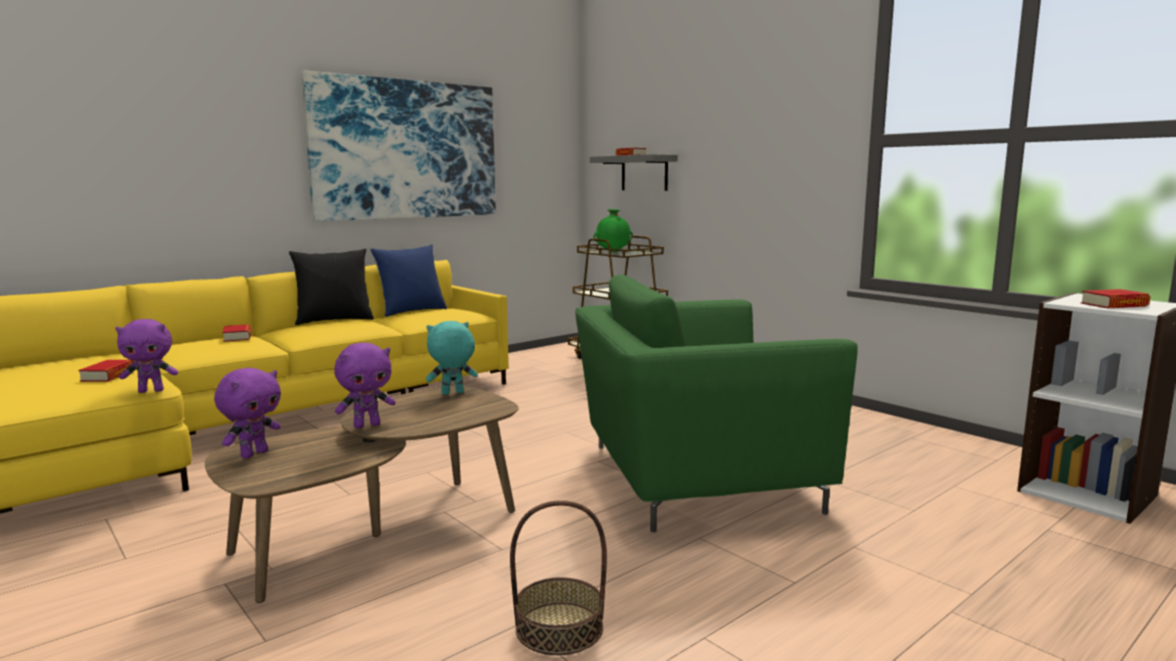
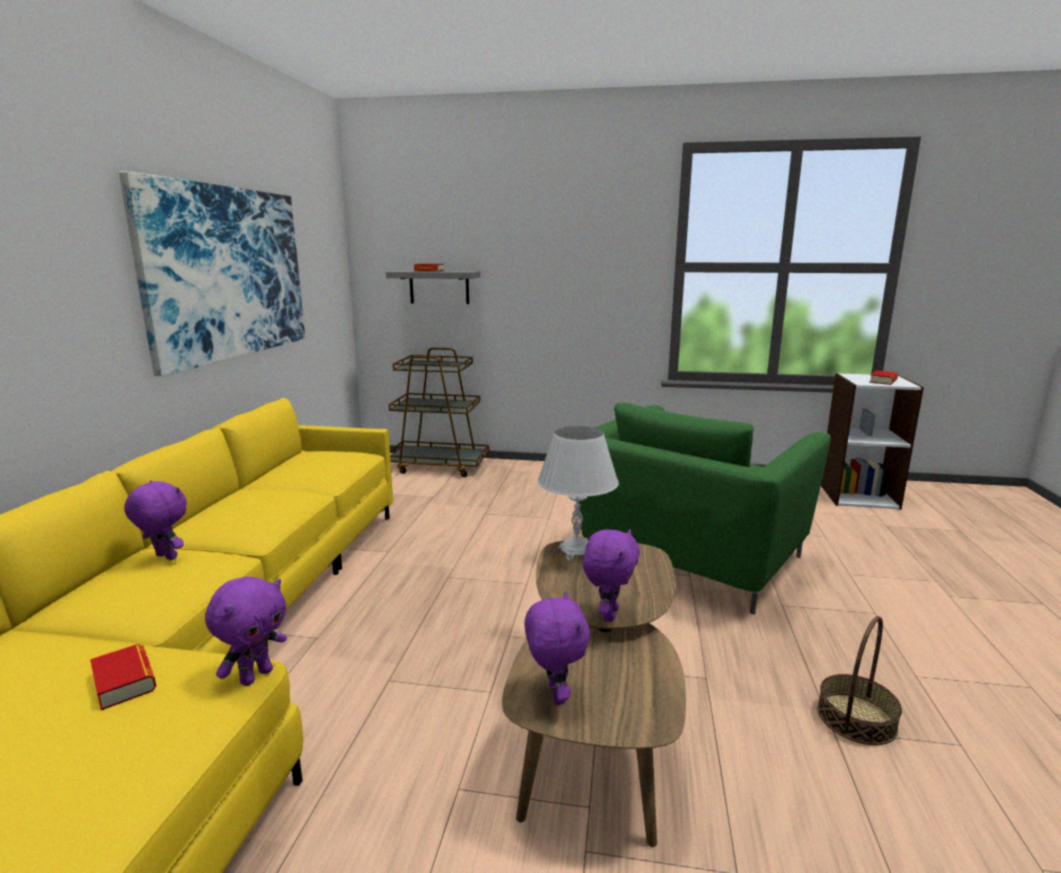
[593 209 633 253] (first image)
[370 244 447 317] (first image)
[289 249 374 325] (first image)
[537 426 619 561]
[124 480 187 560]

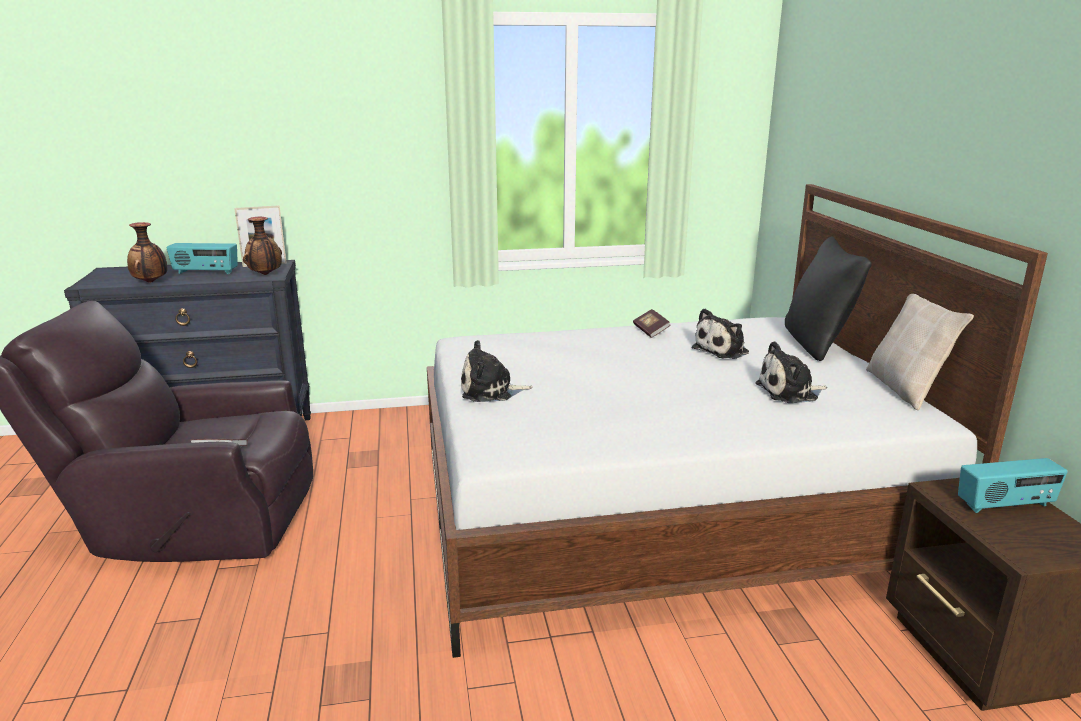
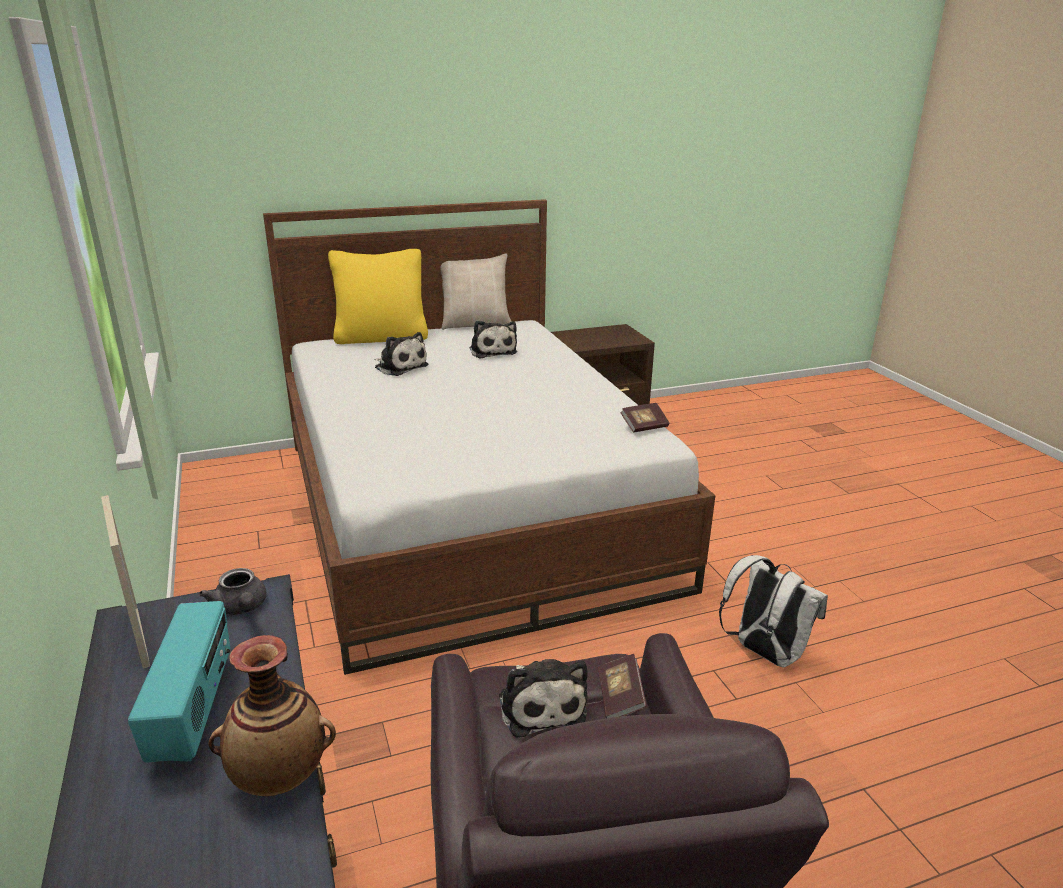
[199 568 267 615]
[328 249 428 344]
[620 403 669 433]
[499 659 588 738]
[958 458 1068 513] (first image)
[719 555 828 668]

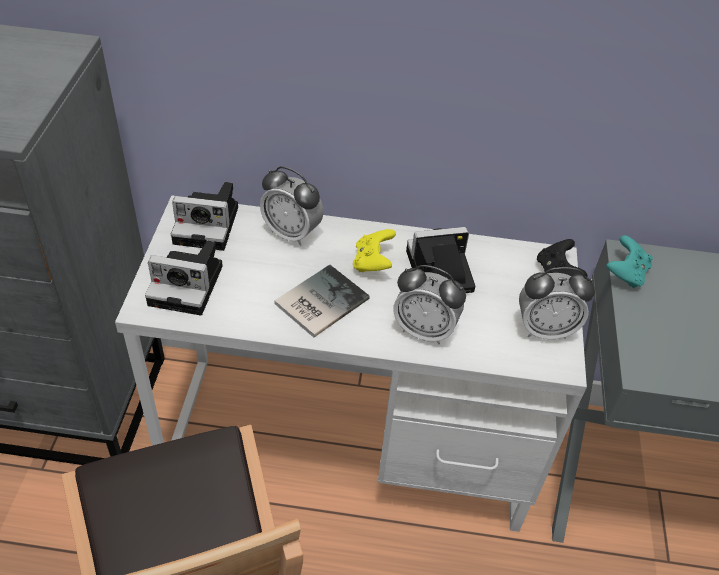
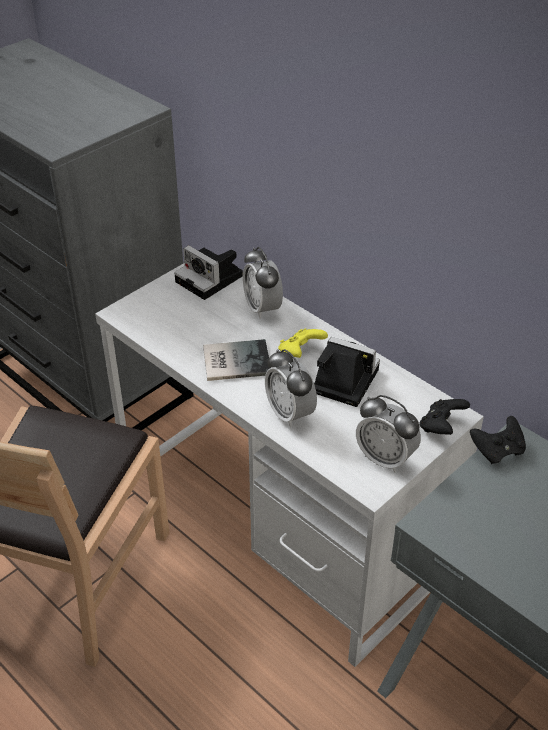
[470 416 526 464]
[145 241 223 315] (first image)

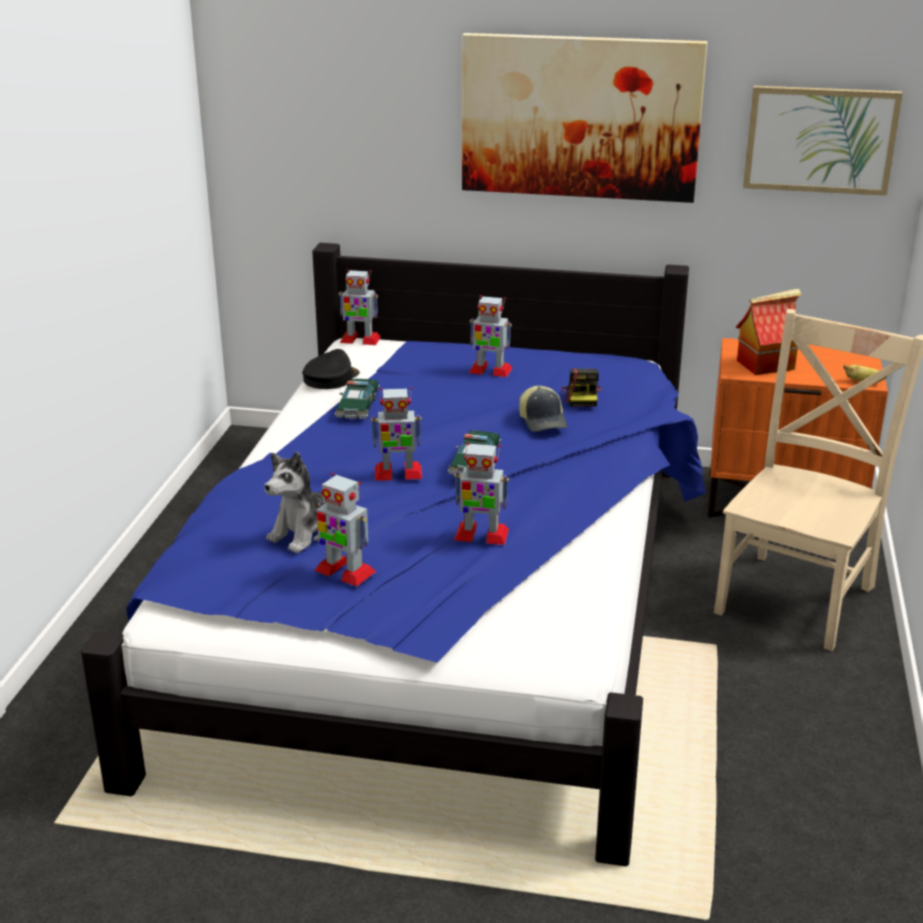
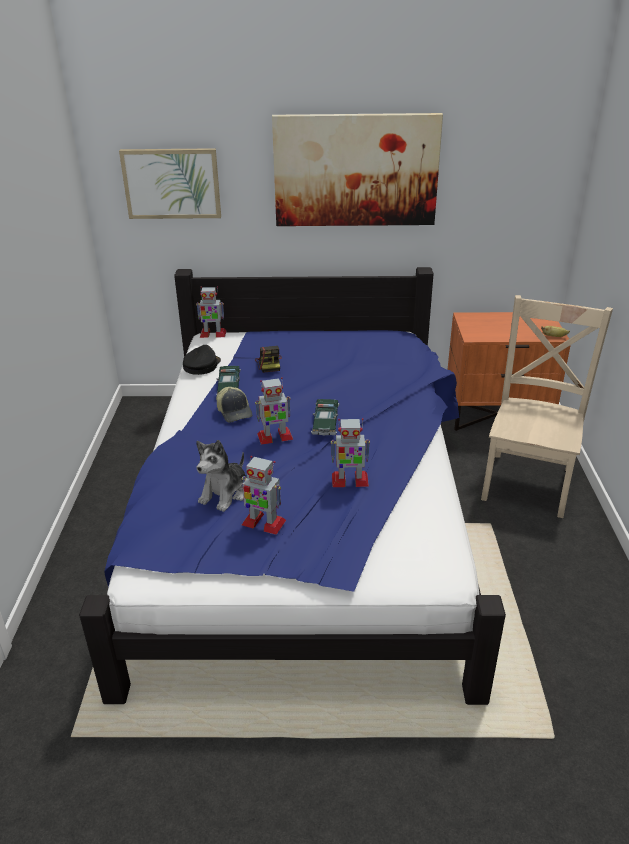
[119 148 221 219]
[736 289 801 375] (first image)
[469 295 512 377] (first image)
[255 346 282 373]
[216 387 252 423]

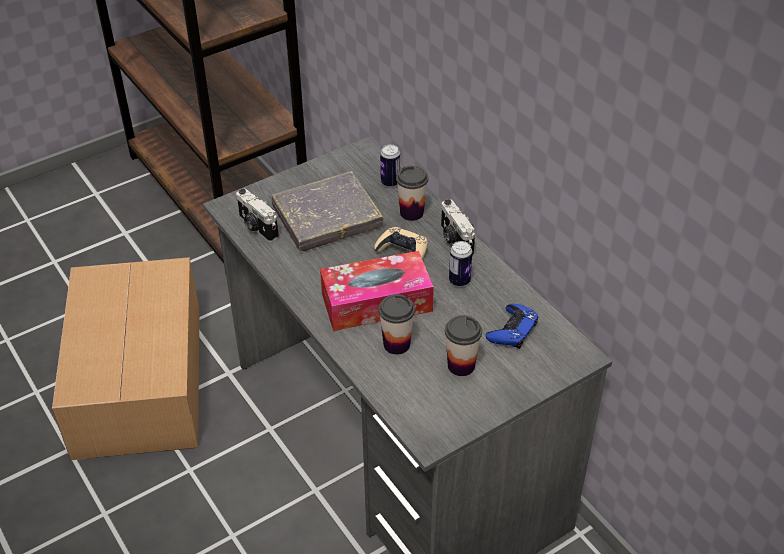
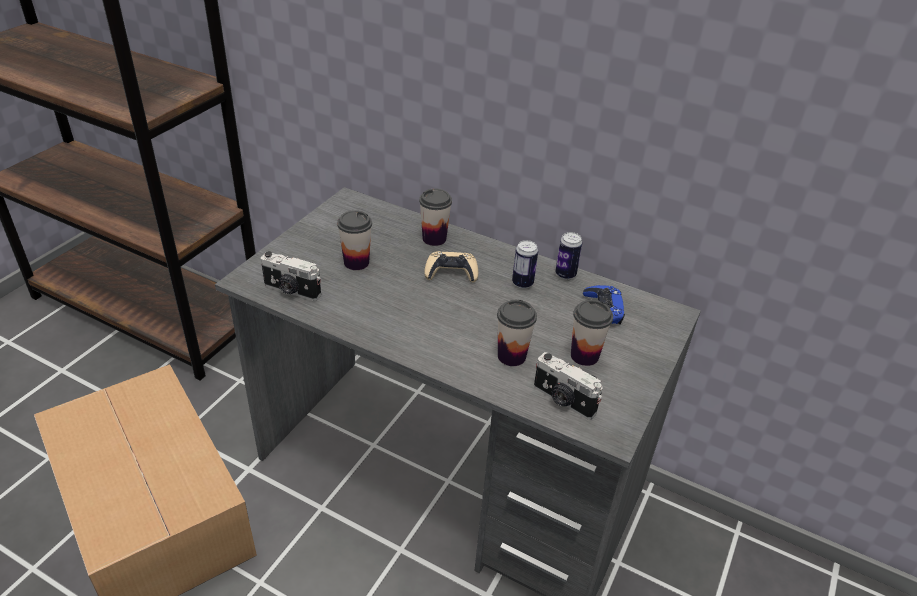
[555 232 582 280]
[337 210 372 270]
[534 352 603 419]
[320 251 434 331] (first image)

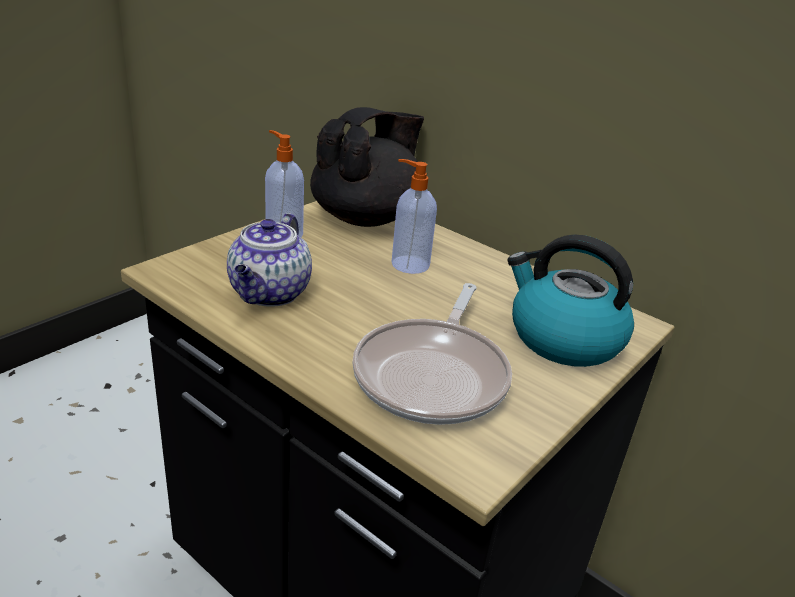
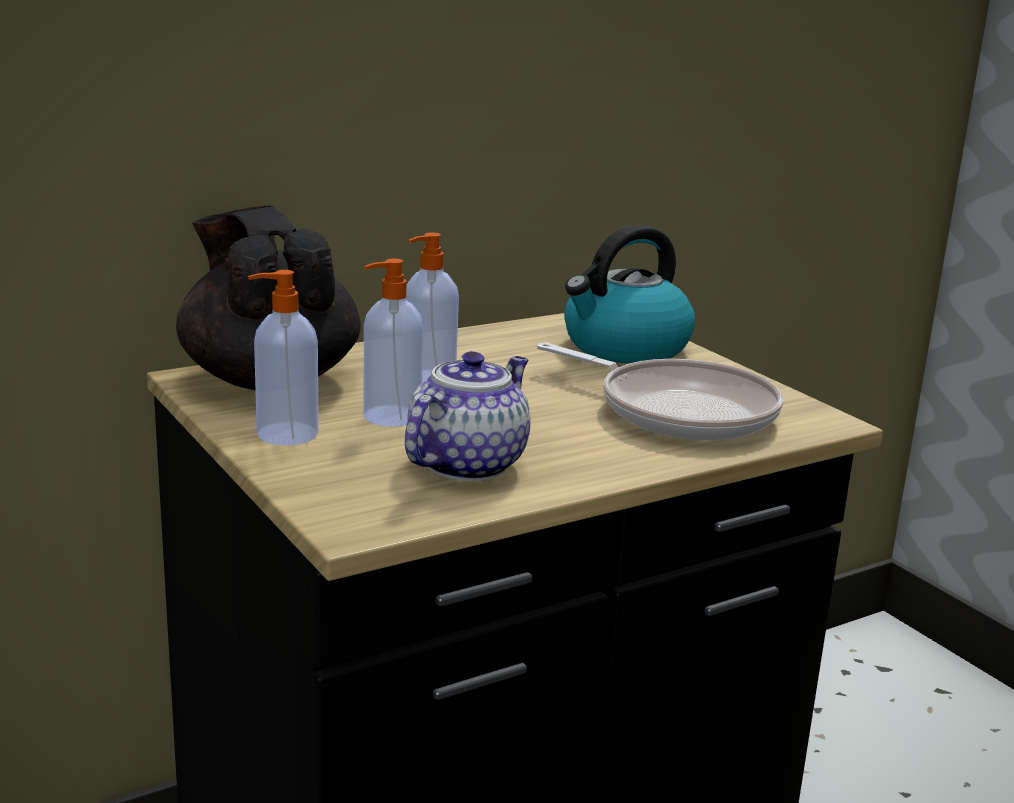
[405 351 531 482]
[363 258 424 427]

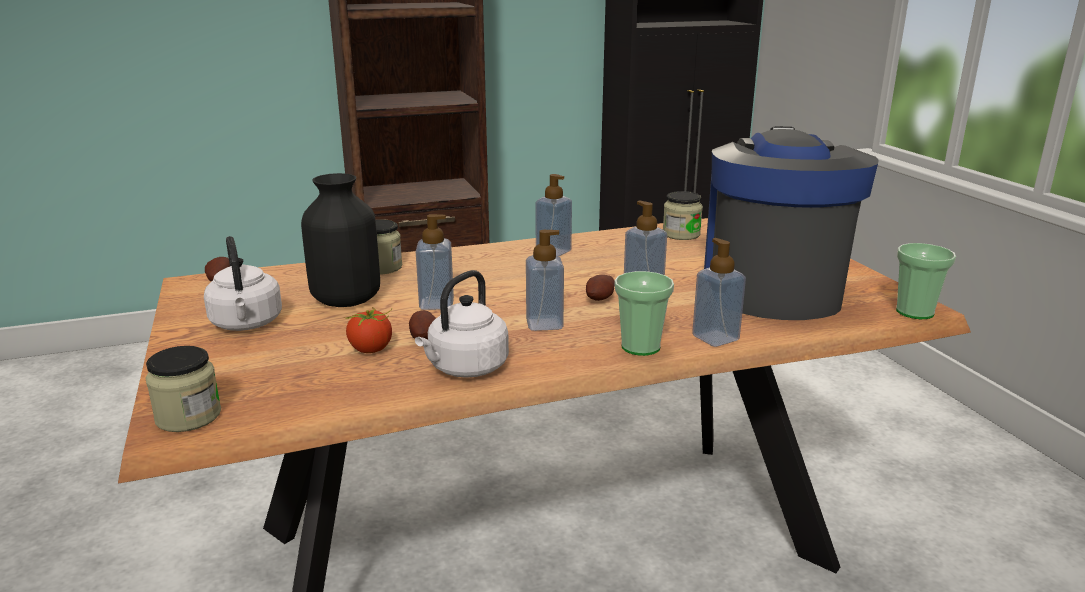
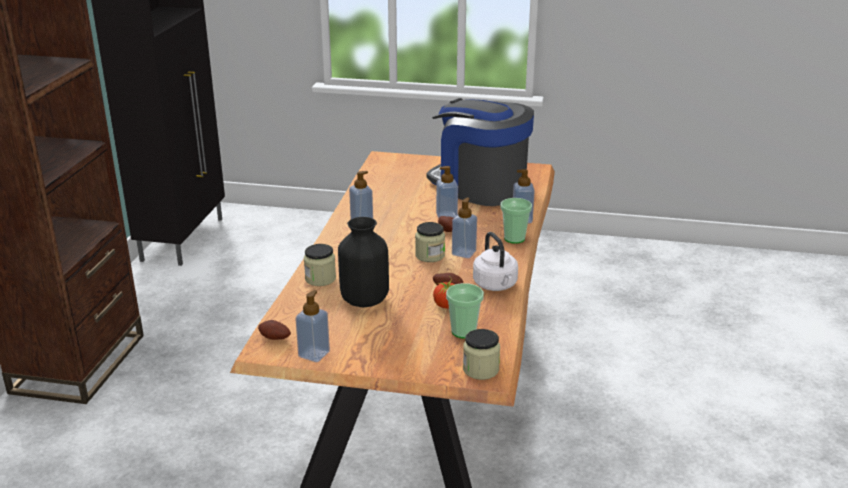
[415 222 445 262]
[295 290 330 362]
[204 236 282 331] (first image)
[446 283 484 339]

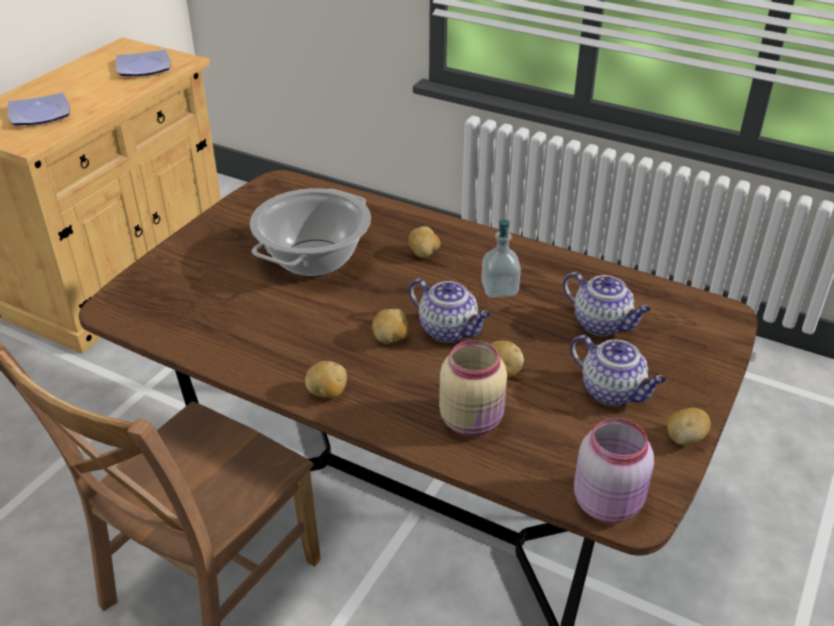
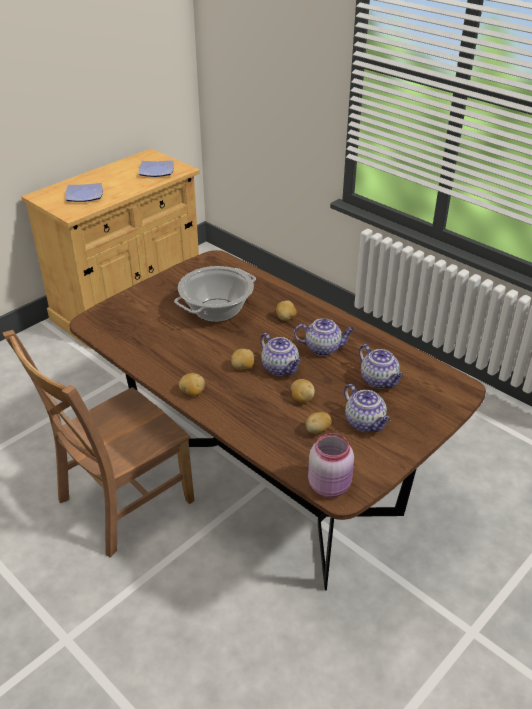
[294 318 355 356]
[439 340 507 436] (first image)
[306 412 331 434]

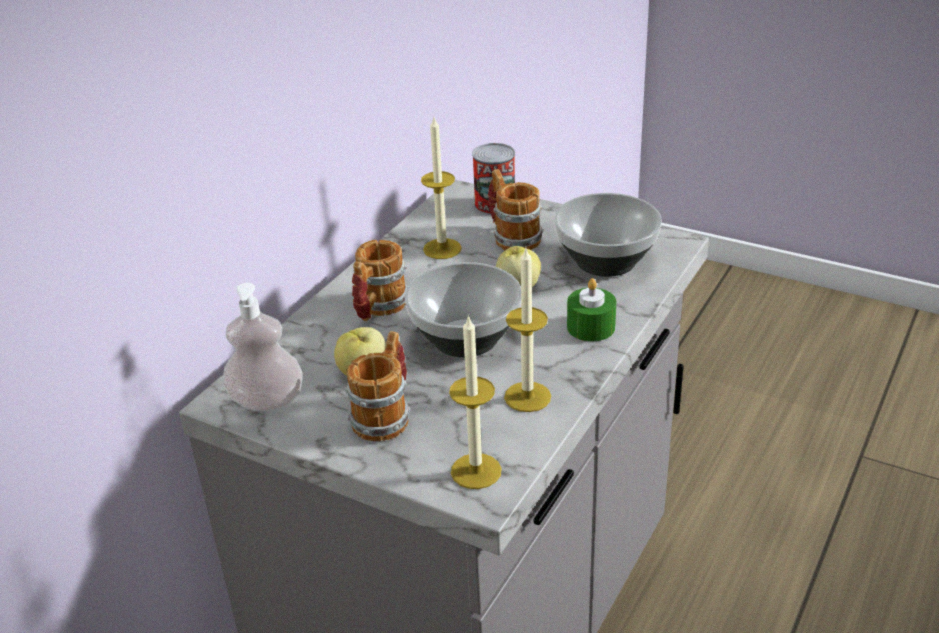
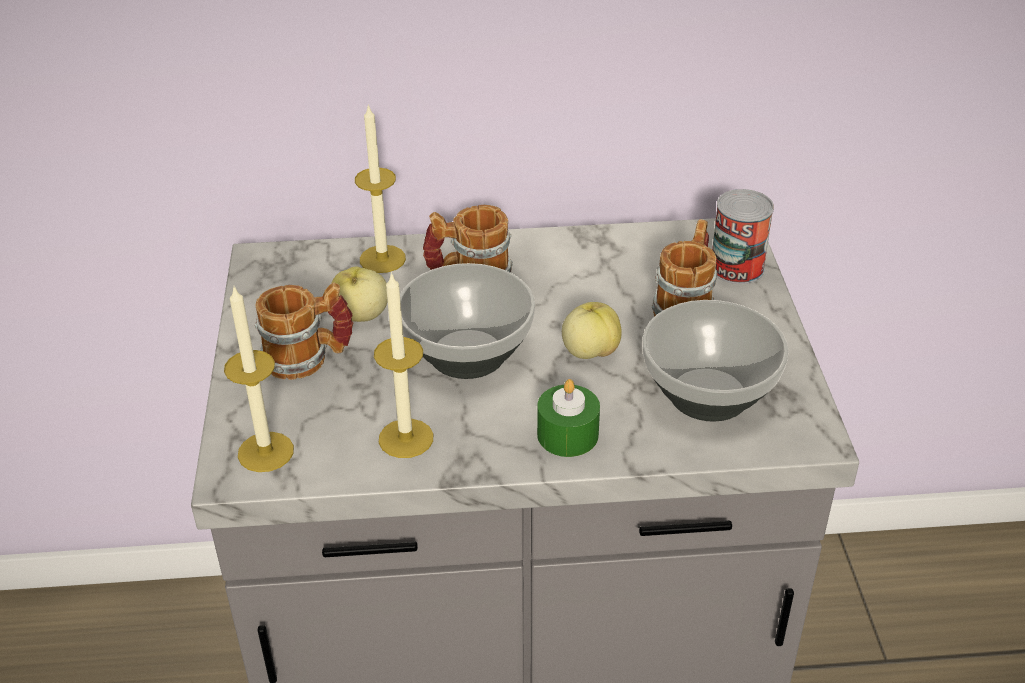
[355 104 406 273]
[223 283 303 411] (first image)

